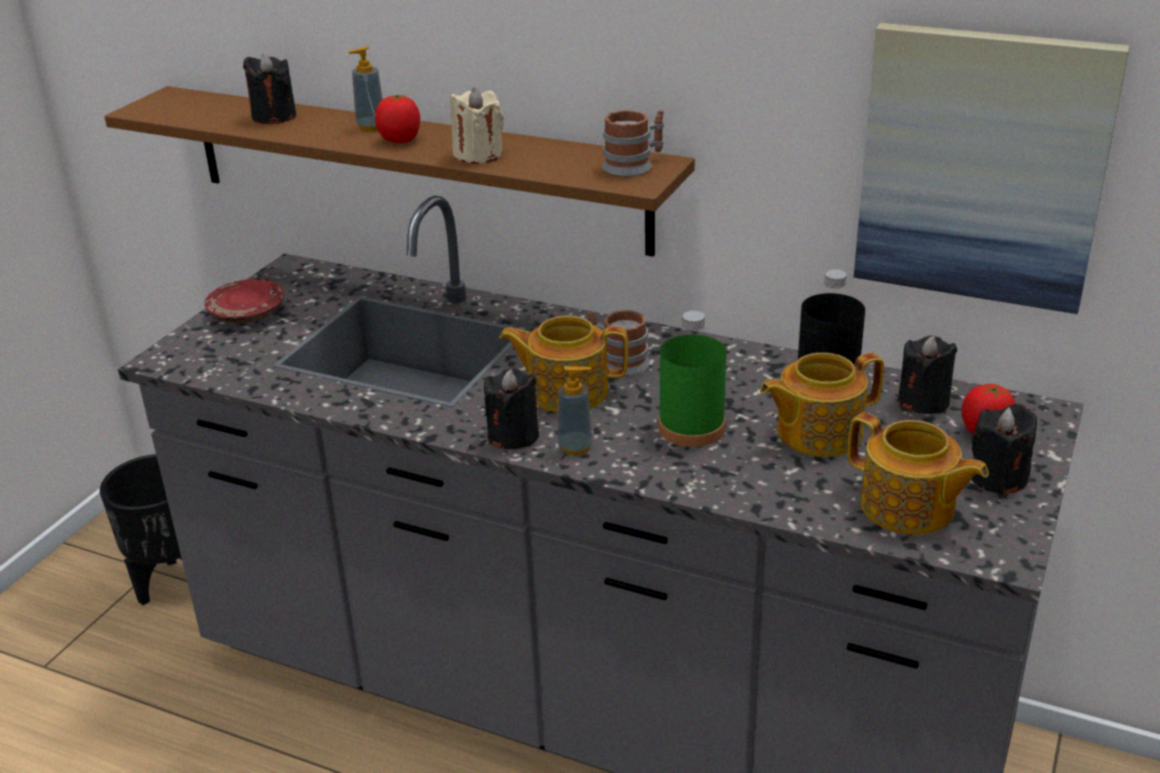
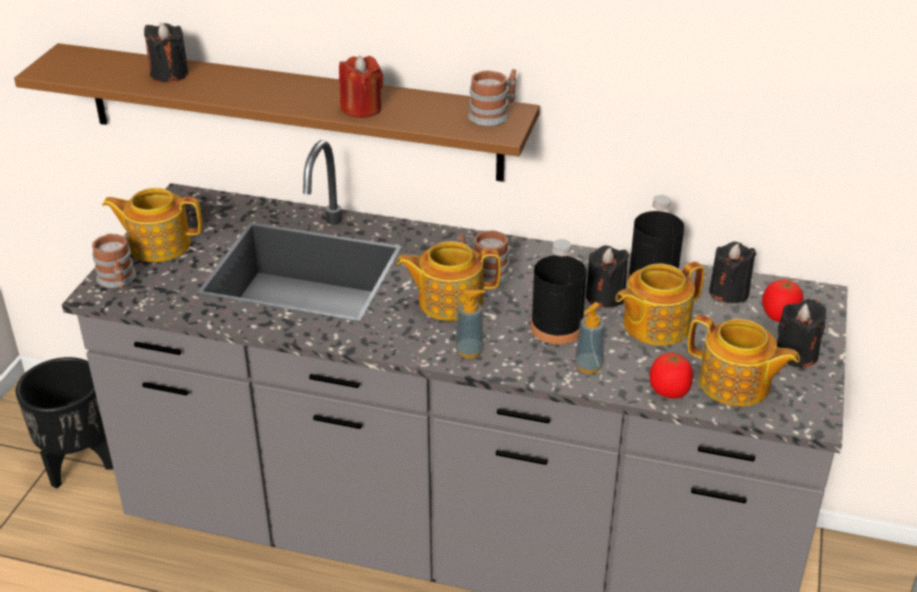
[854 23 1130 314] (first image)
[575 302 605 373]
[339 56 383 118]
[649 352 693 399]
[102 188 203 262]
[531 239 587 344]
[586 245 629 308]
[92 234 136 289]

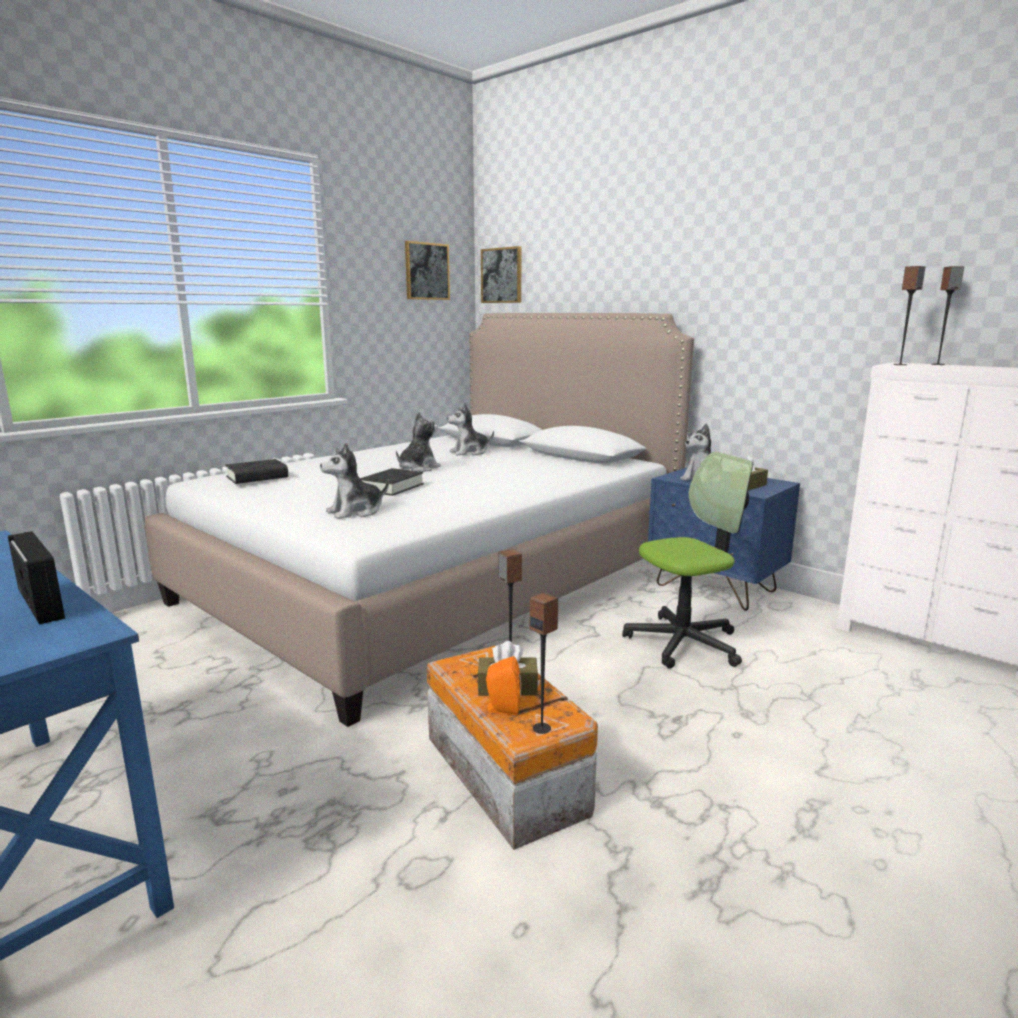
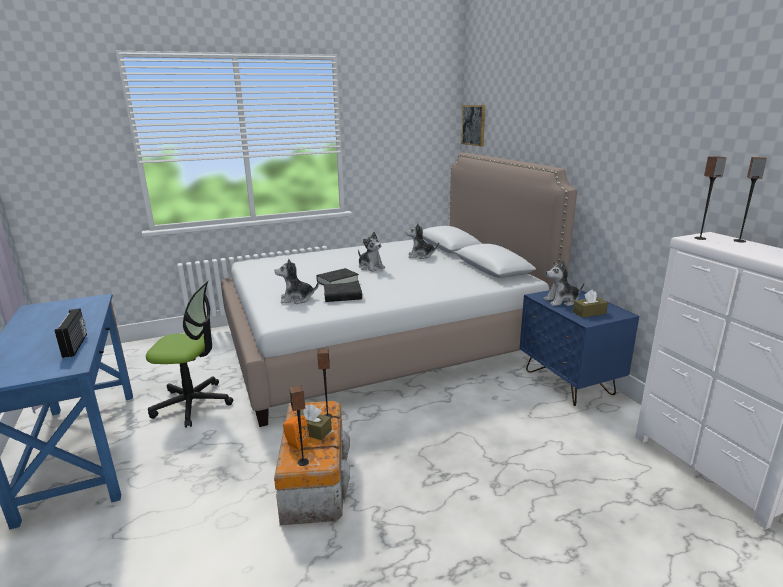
[405 241 450 300] (first image)
[358 232 385 272]
[146 281 233 428]
[324 282 362 302]

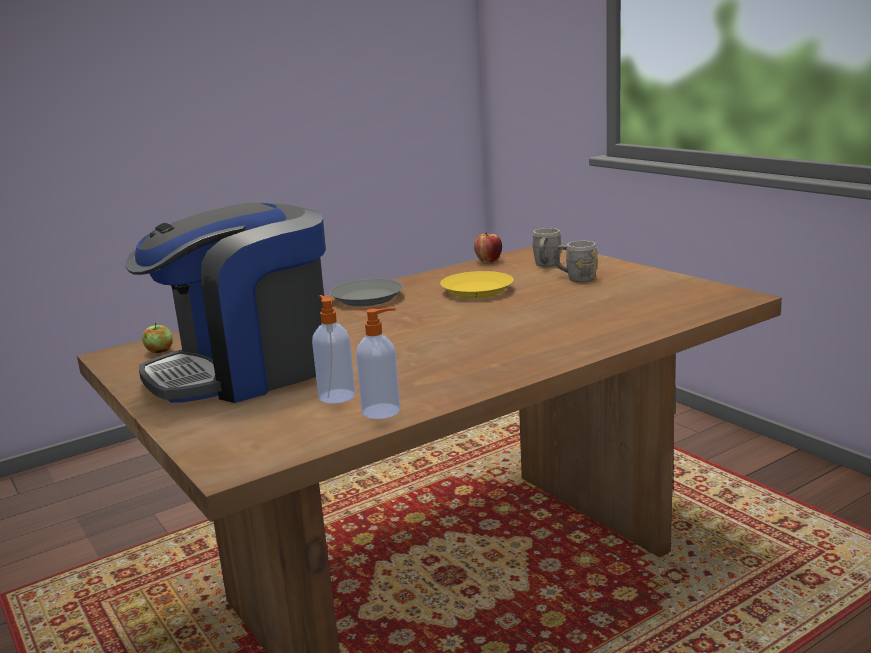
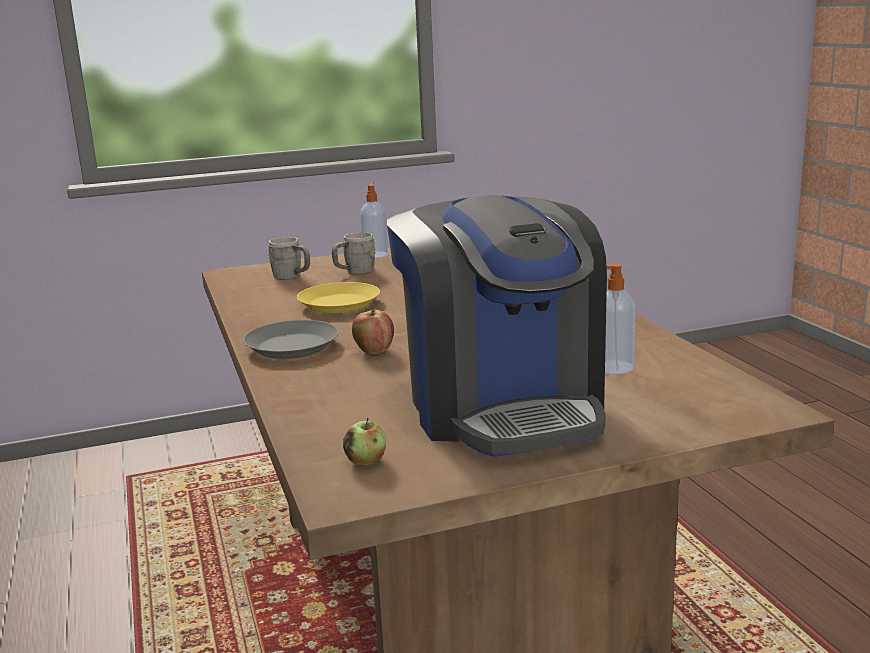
[352 309 394 354]
[360 183 388 258]

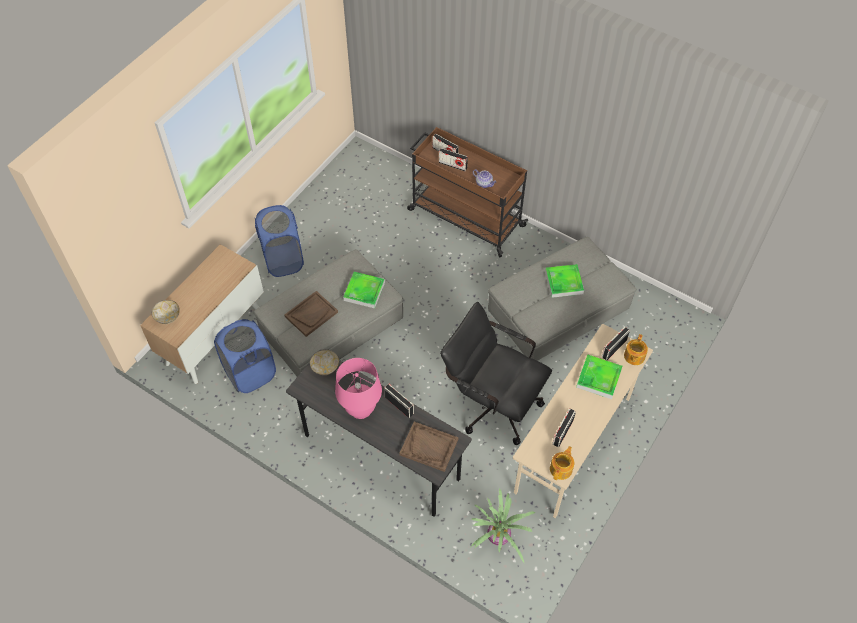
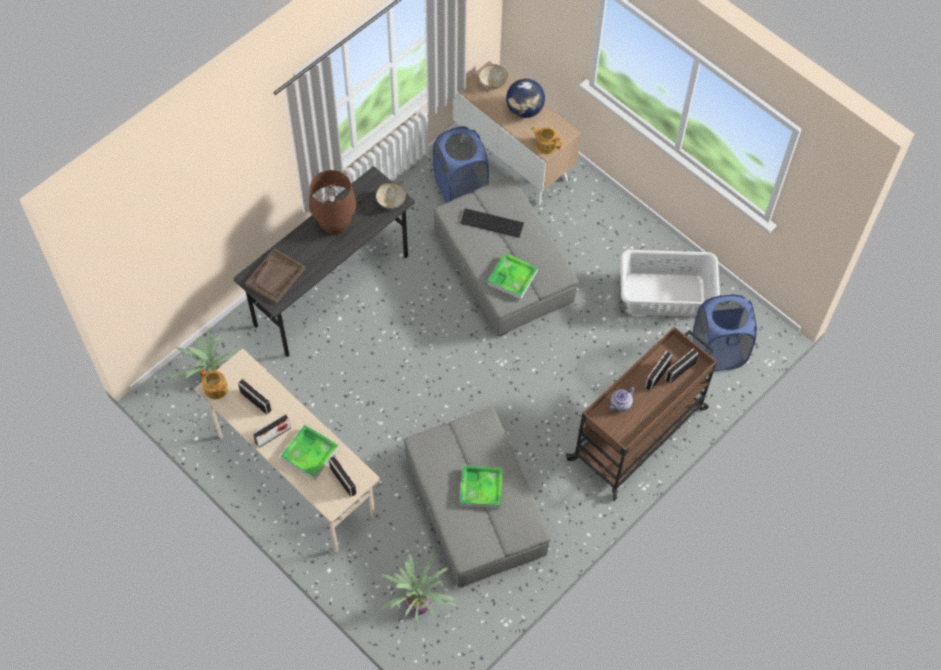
[693 294 757 371]
[460 208 524 238]
[440 302 552 445] (first image)
[531 127 562 154]
[309 170 356 235]
[253 414 291 448]
[506 79 545 118]
[620 250 720 317]
[380 551 457 631]

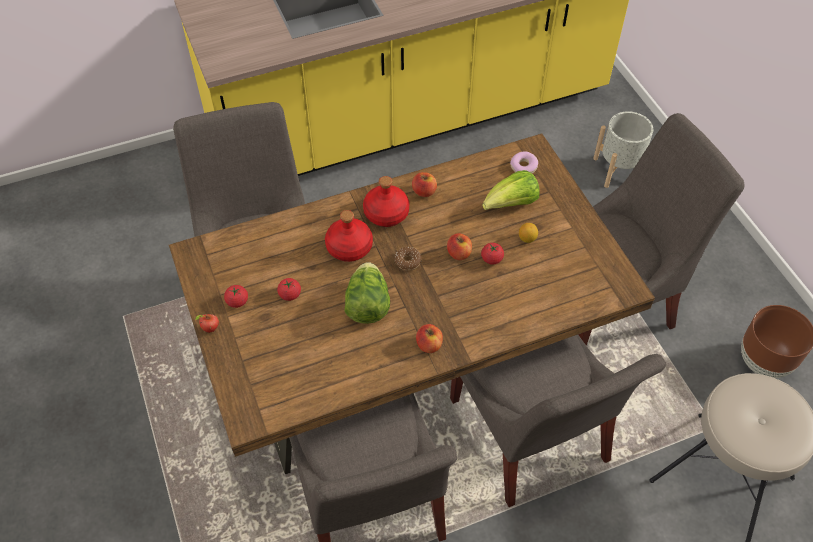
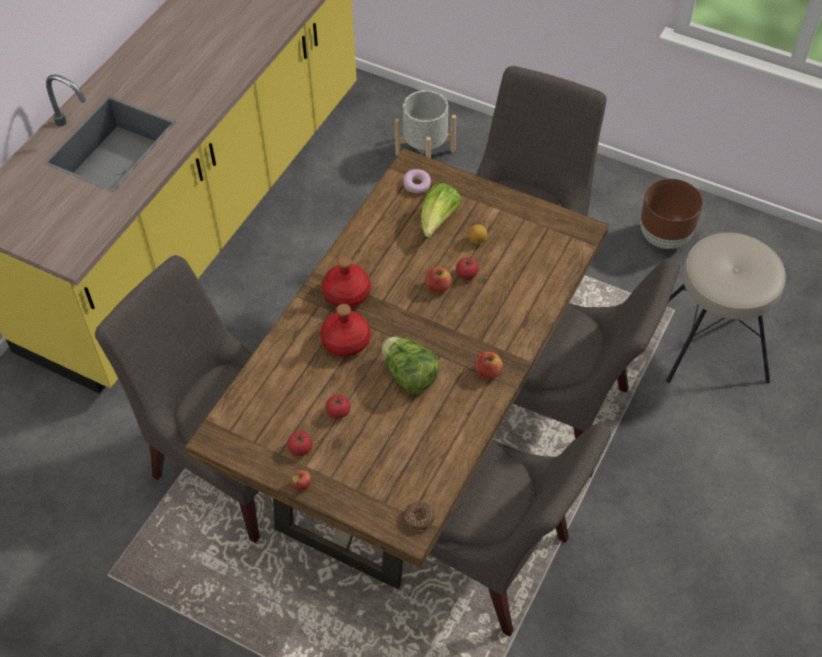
[412 172 437 197] (first image)
[403 501 435 531]

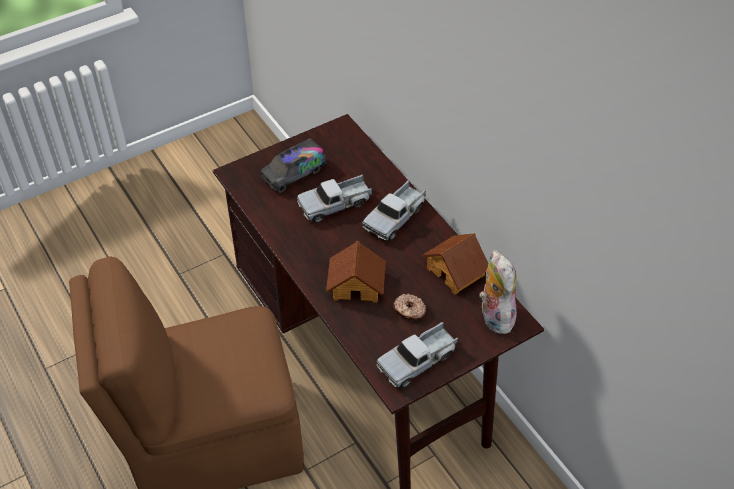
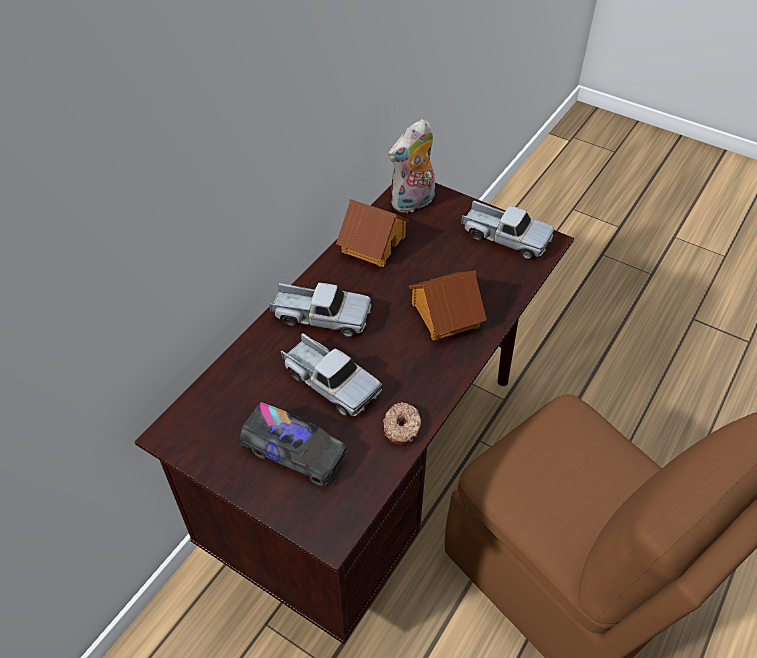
[383 402 421 445]

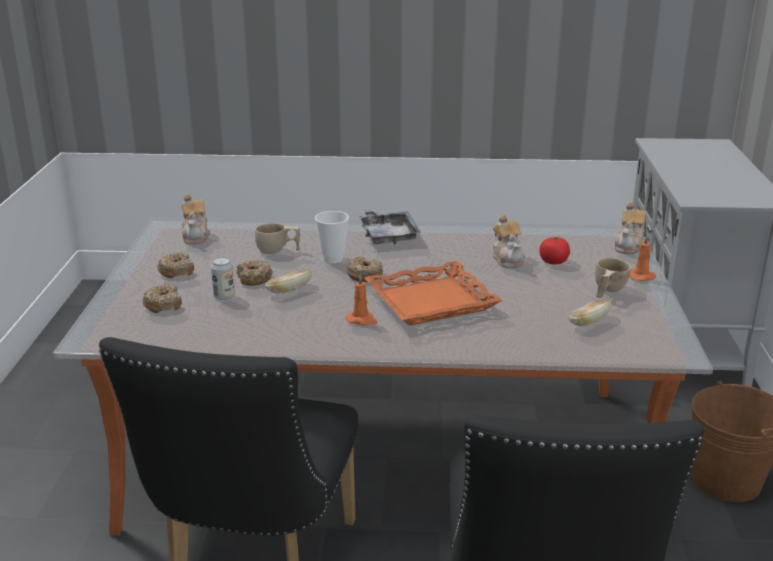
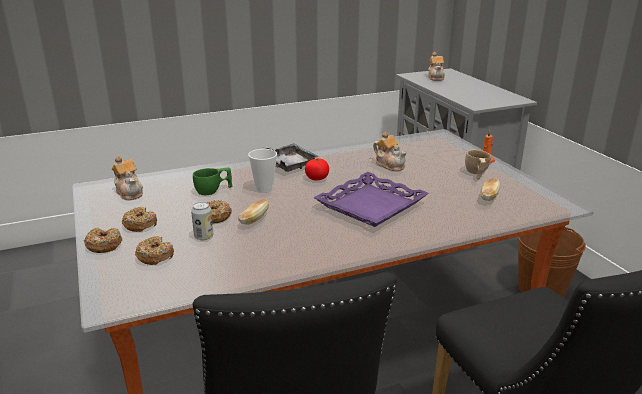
[428 52 445 81]
[193 167 232 195]
[305 158 329 180]
[84 227 122 253]
[313 172 429 227]
[346 274 377 326] (first image)

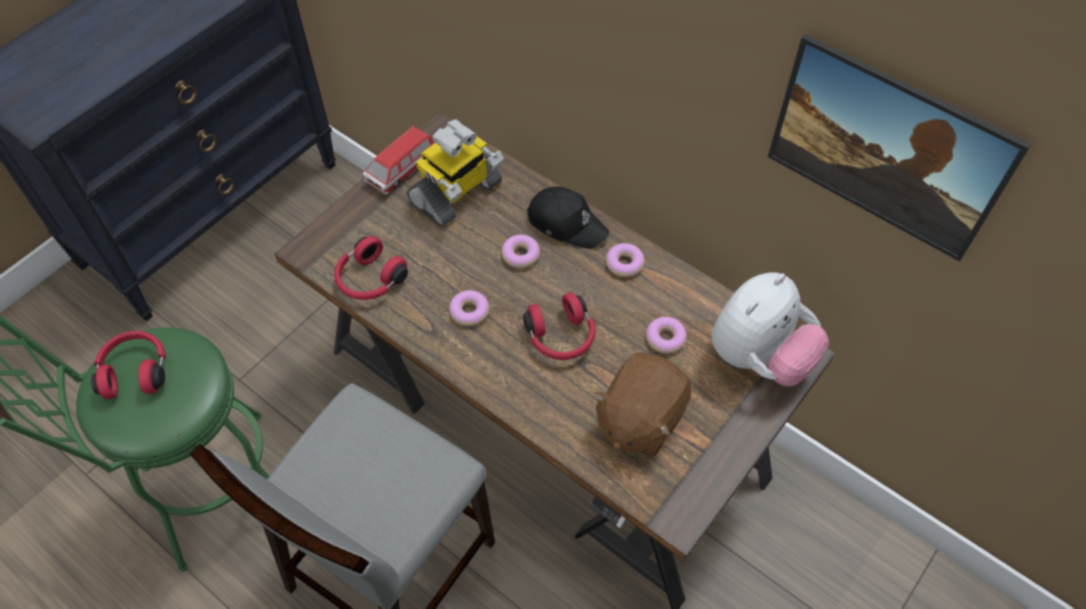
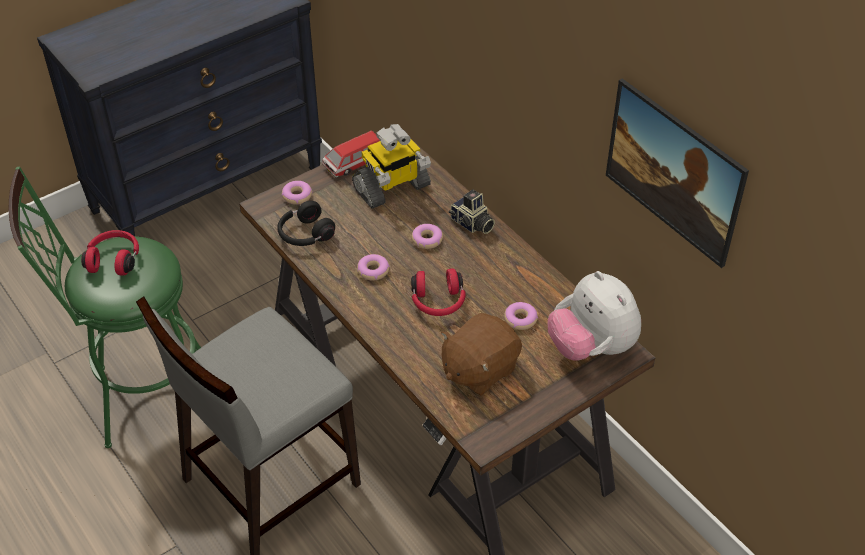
[449 189 495 234]
[277 201 335 246]
[282 181 312 205]
[548 271 641 361]

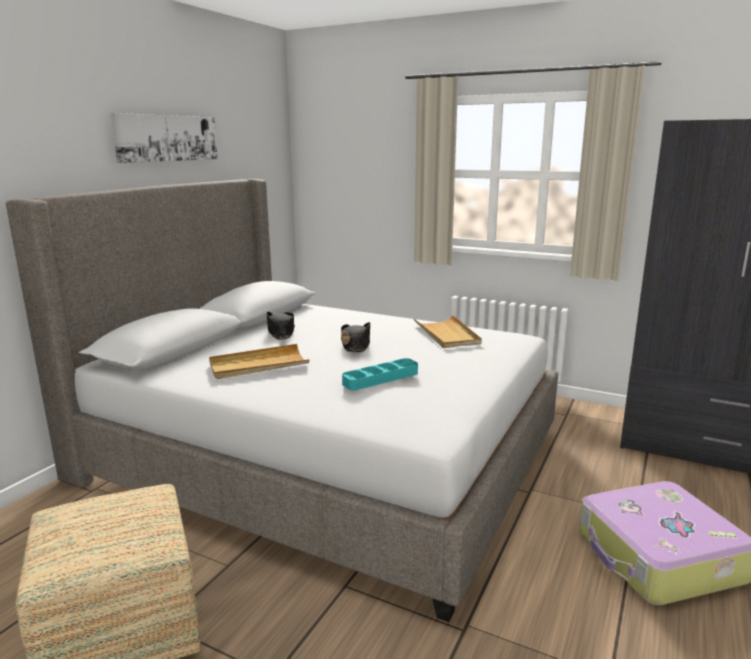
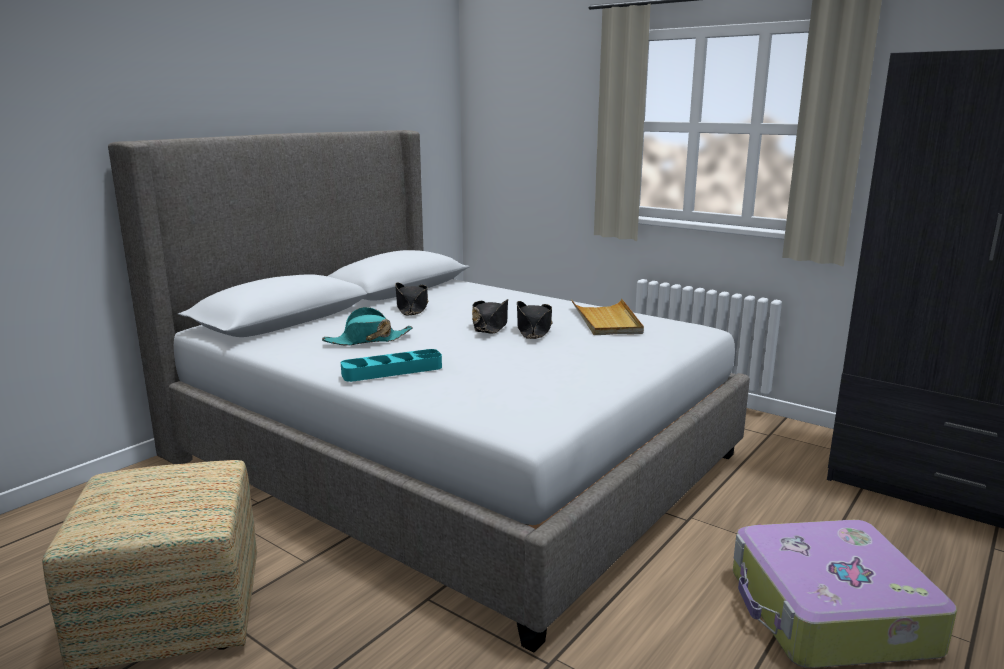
[110 113 218 163] (first image)
[322 307 413 346]
[341 349 442 382]
[517 301 552 339]

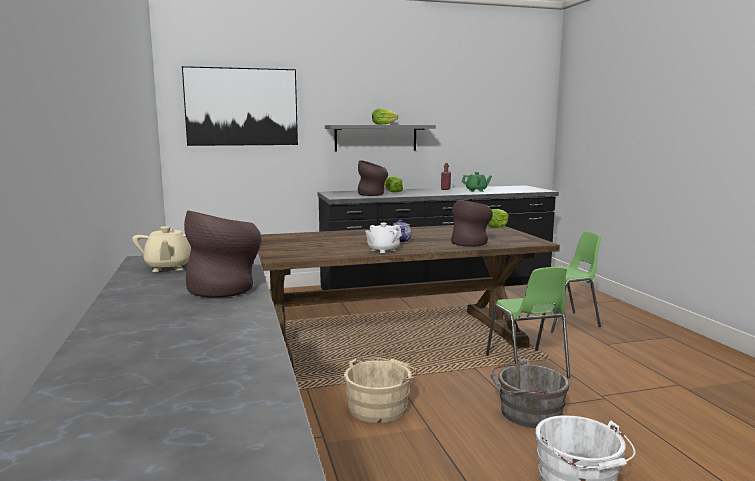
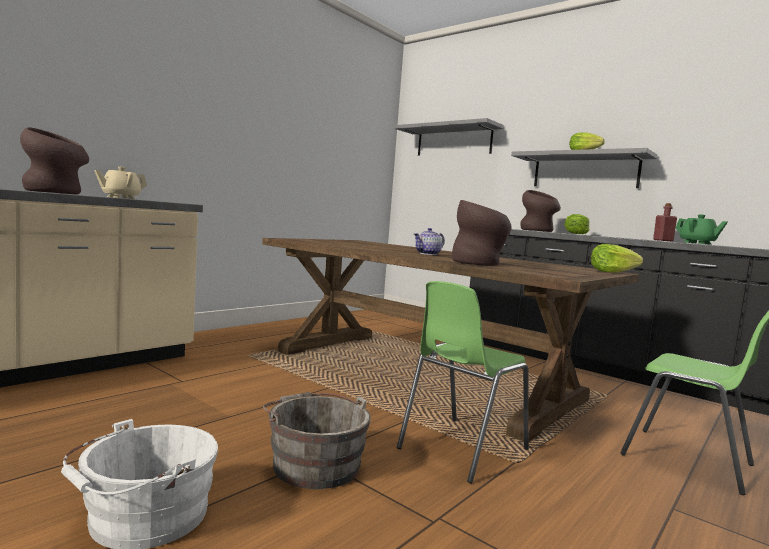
[394 118 504 156]
[365 223 402 253] (first image)
[344 357 418 423] (first image)

